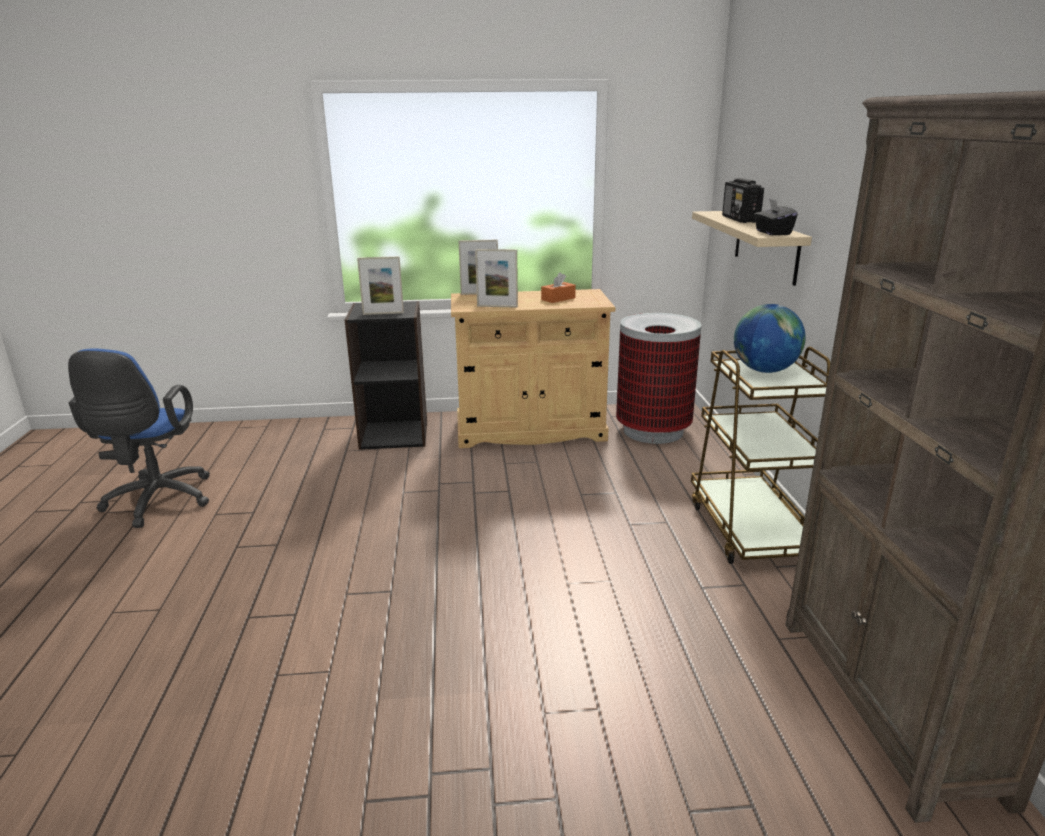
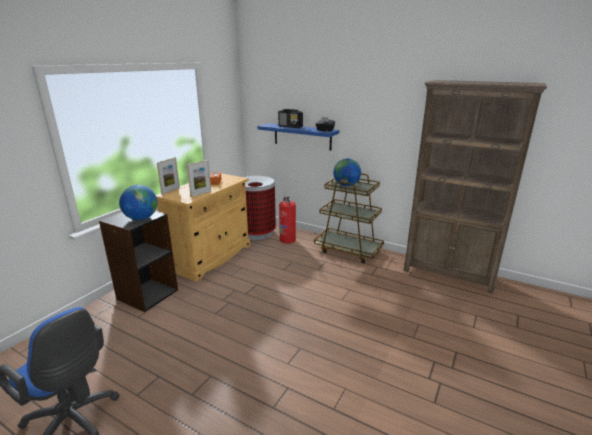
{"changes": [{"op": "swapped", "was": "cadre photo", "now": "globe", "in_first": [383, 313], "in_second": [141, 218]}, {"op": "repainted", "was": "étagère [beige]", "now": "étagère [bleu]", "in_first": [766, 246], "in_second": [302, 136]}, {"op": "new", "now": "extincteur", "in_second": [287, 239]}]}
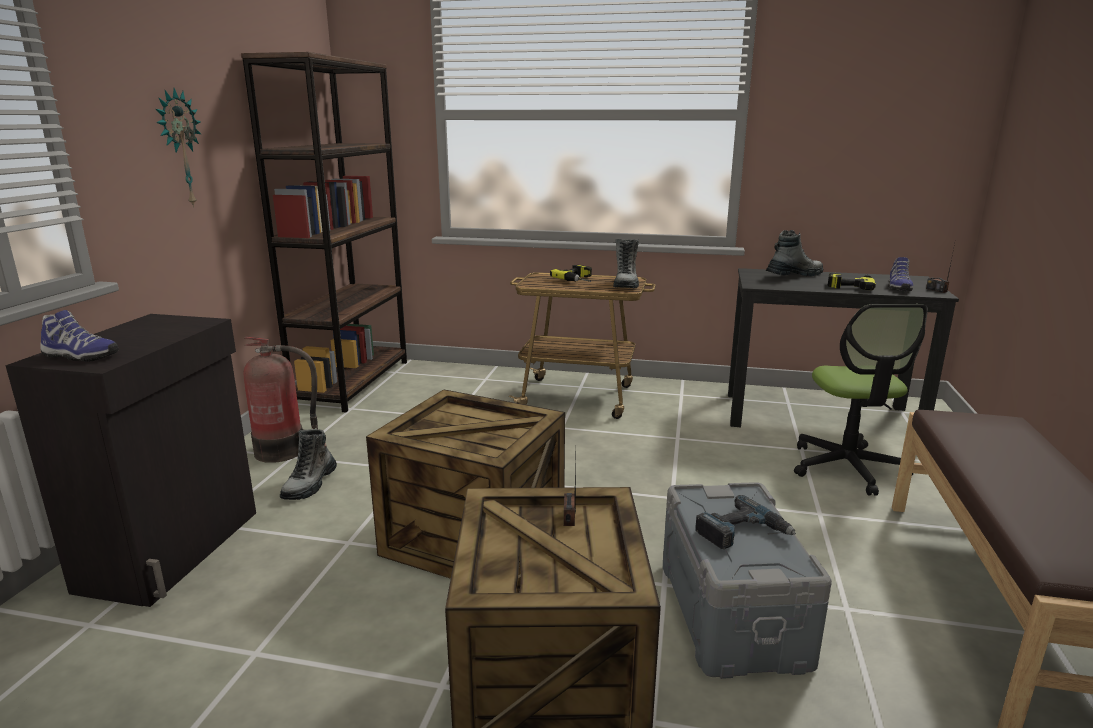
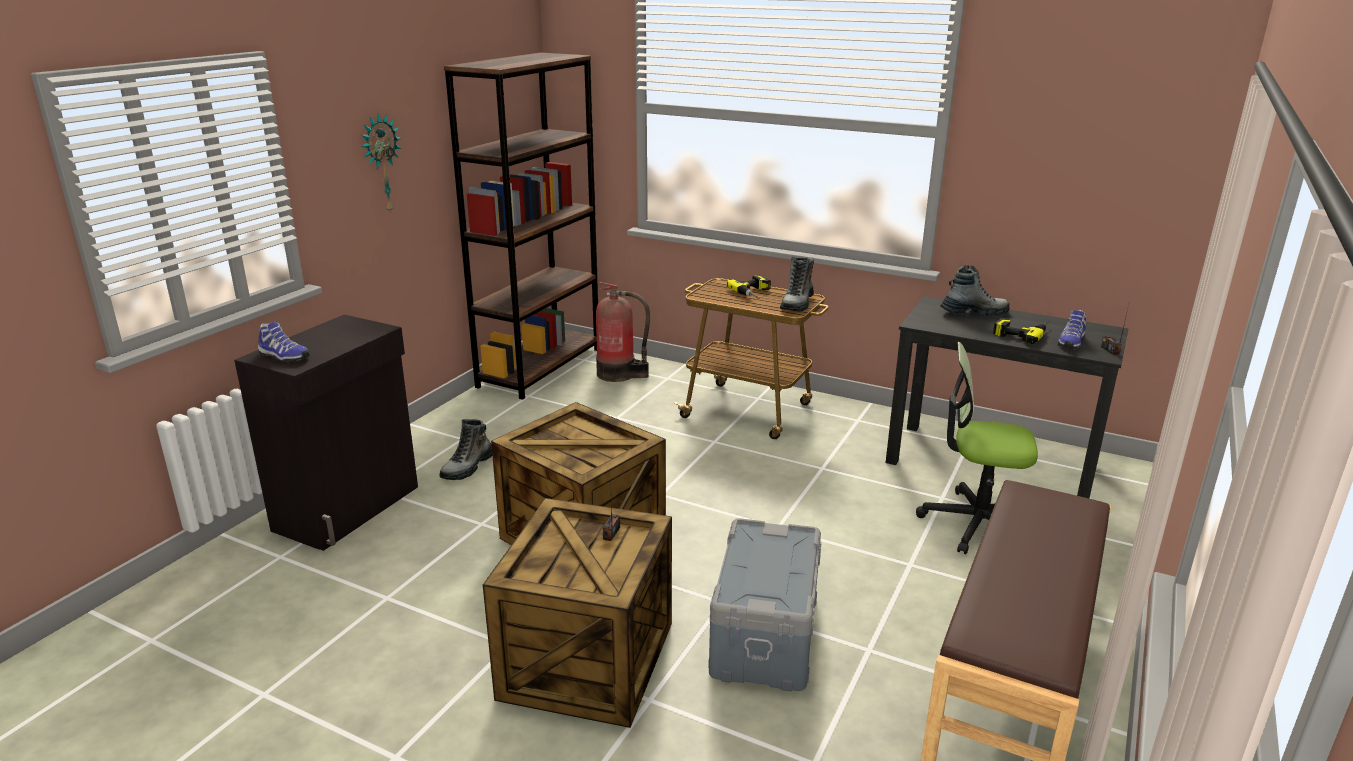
{"changes": [{"op": "shifted", "was": "extincteur", "in_first": [284, 451], "in_second": [619, 374]}, {"op": "rotated", "was": "chaise de bureau", "in_first": [847, 467], "in_second": [976, 523], "clockwise": 90}, {"op": "gone", "was": "perceuse", "in_first": [742, 532]}]}
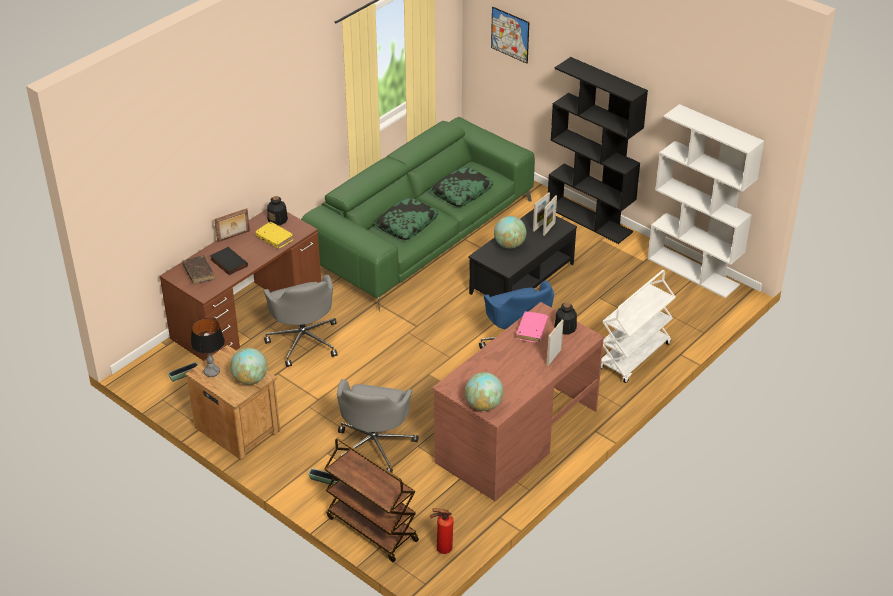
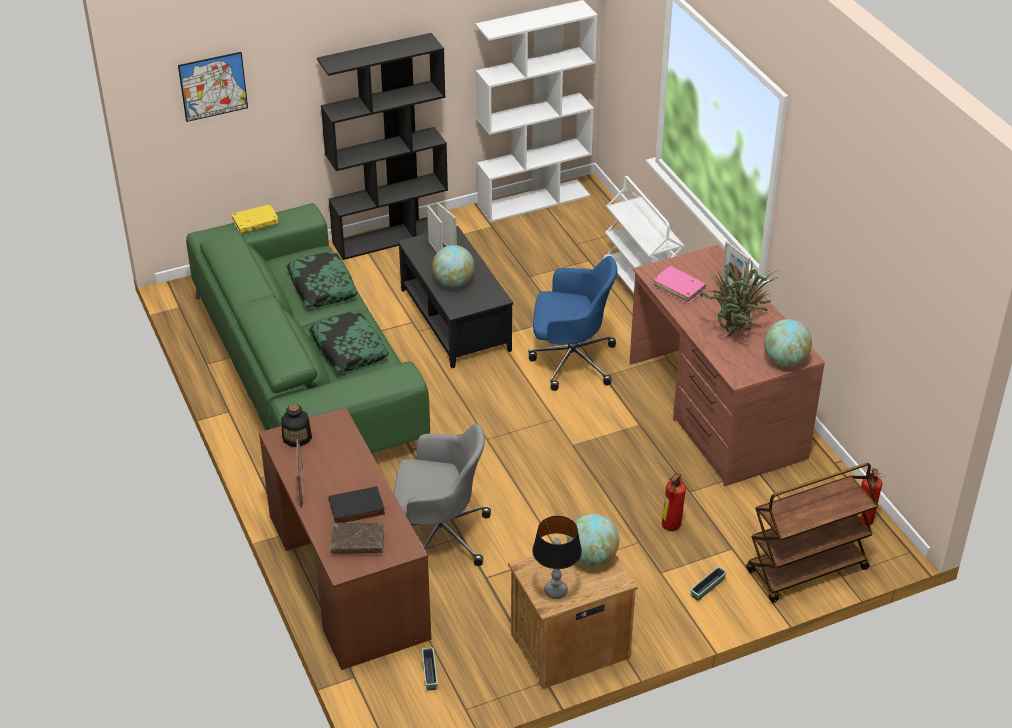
{"changes": [{"op": "shifted", "was": "livre [jaune]", "in_first": [274, 238], "in_second": [255, 223]}, {"op": "swapped", "was": "chaise de bureau [gris]", "now": "extincteur", "in_first": [374, 445], "in_second": [670, 527]}, {"op": "new", "now": "plante en pot", "in_second": [736, 332]}, {"op": "gone", "was": "bouteille", "in_first": [565, 328]}]}
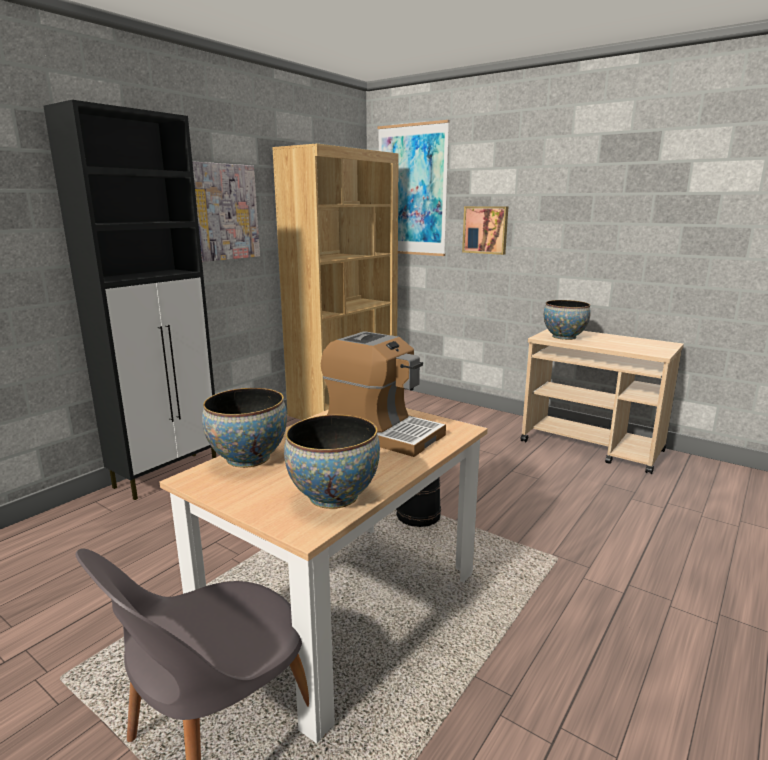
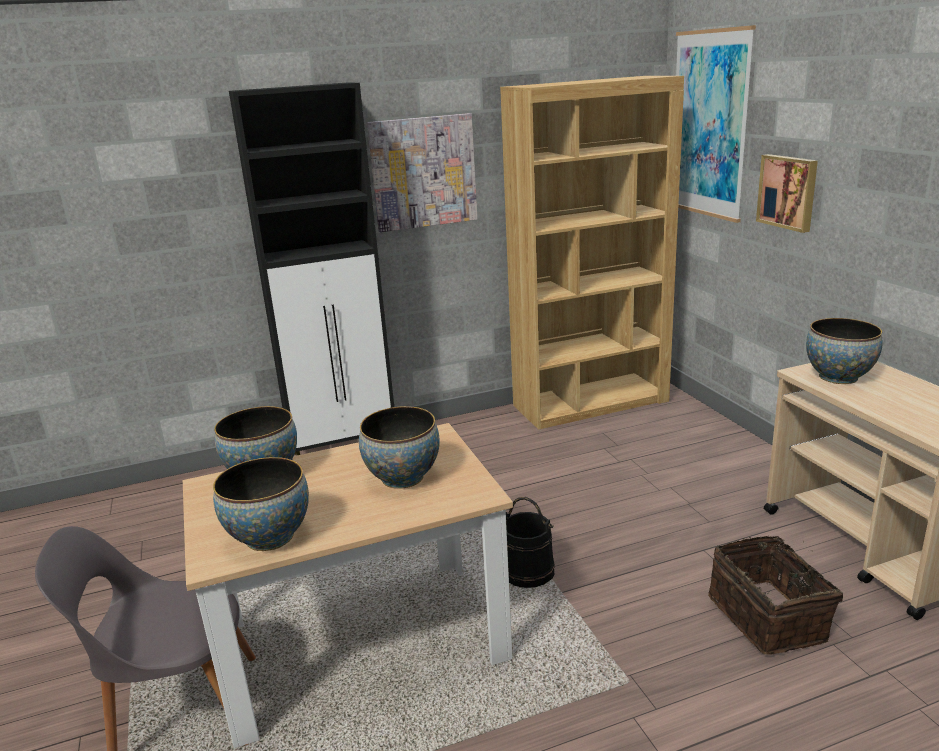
{"changes": [{"op": "swapped", "was": "machine à café", "now": "bol", "in_first": [382, 432], "in_second": [403, 477]}, {"op": "new", "now": "panier", "in_second": [769, 617]}]}
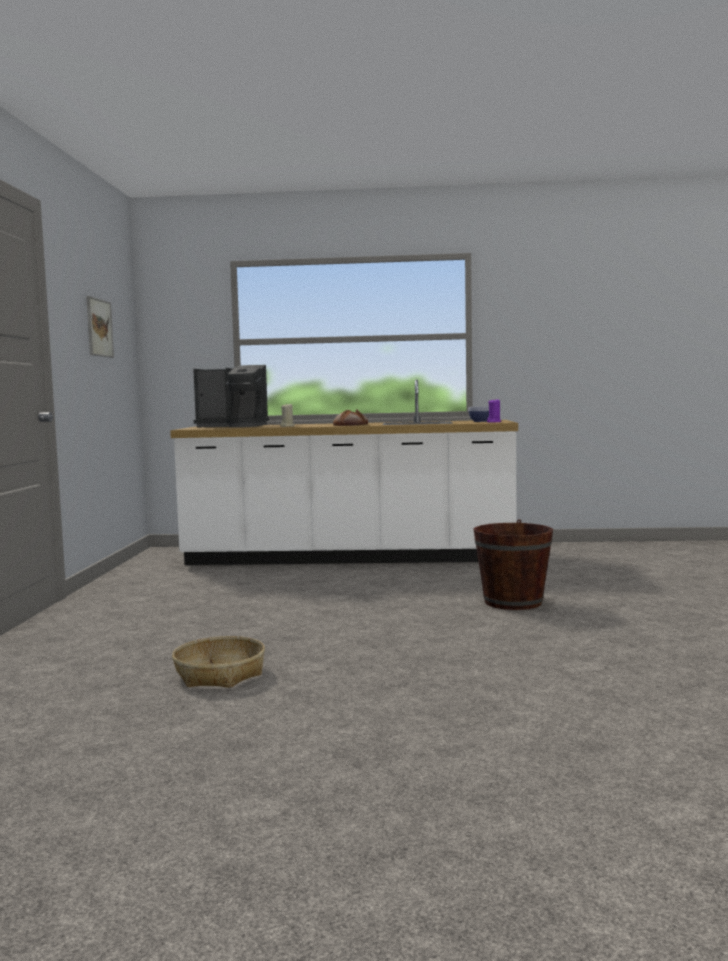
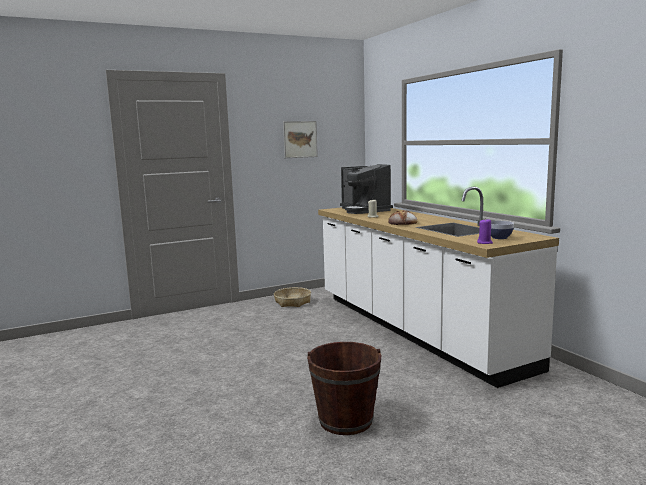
{"changes": [{"op": "shifted", "was": "panier", "in_first": [219, 674], "in_second": [292, 302]}]}
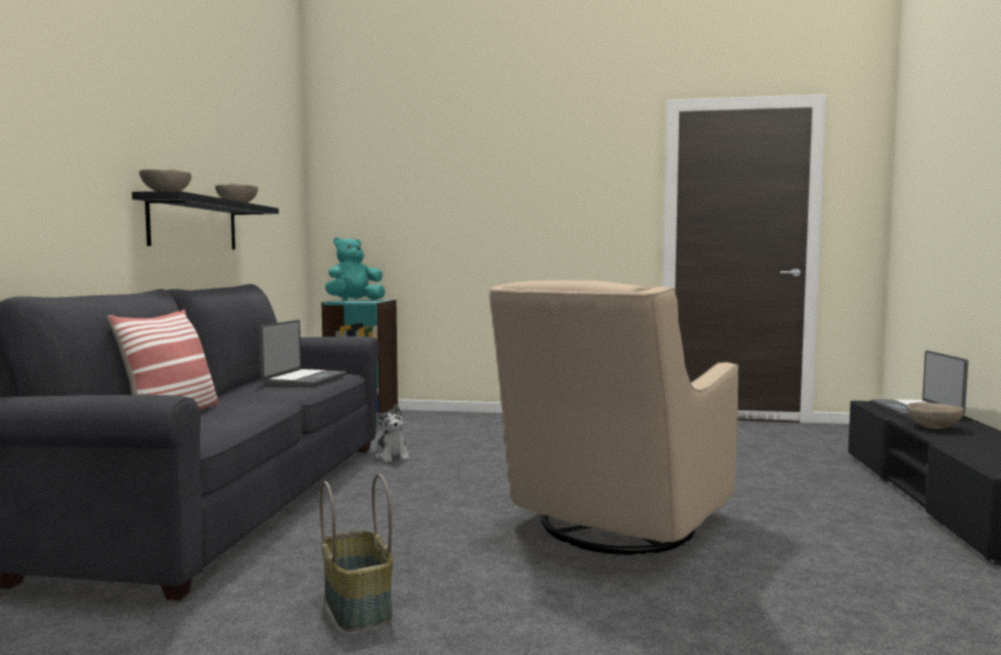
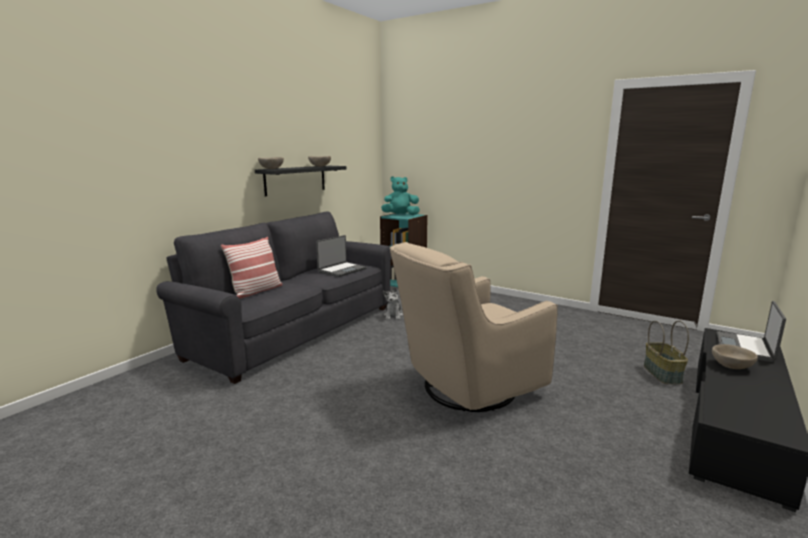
{"changes": [{"op": "shifted", "was": "panier", "in_first": [359, 606], "in_second": [663, 374]}]}
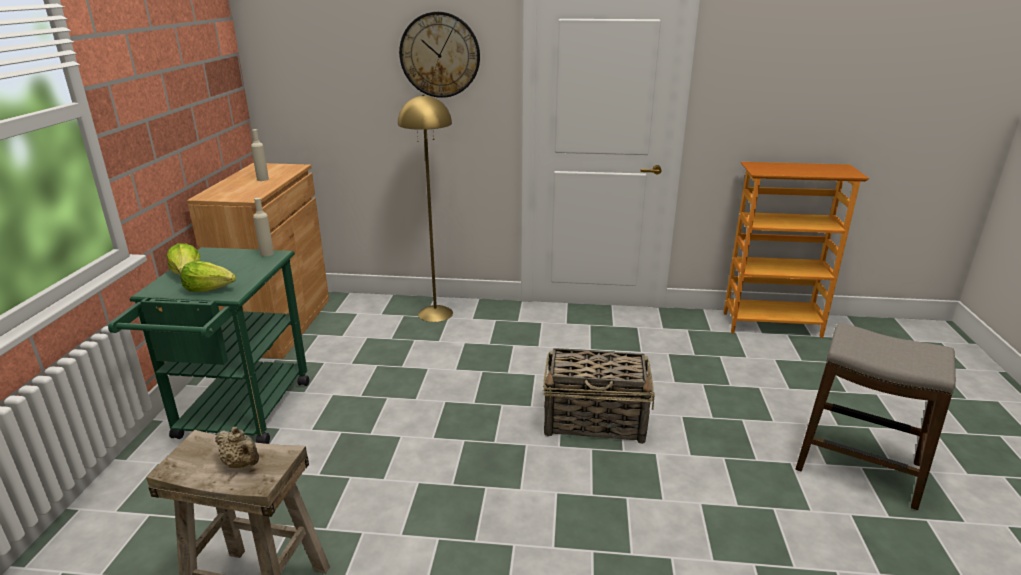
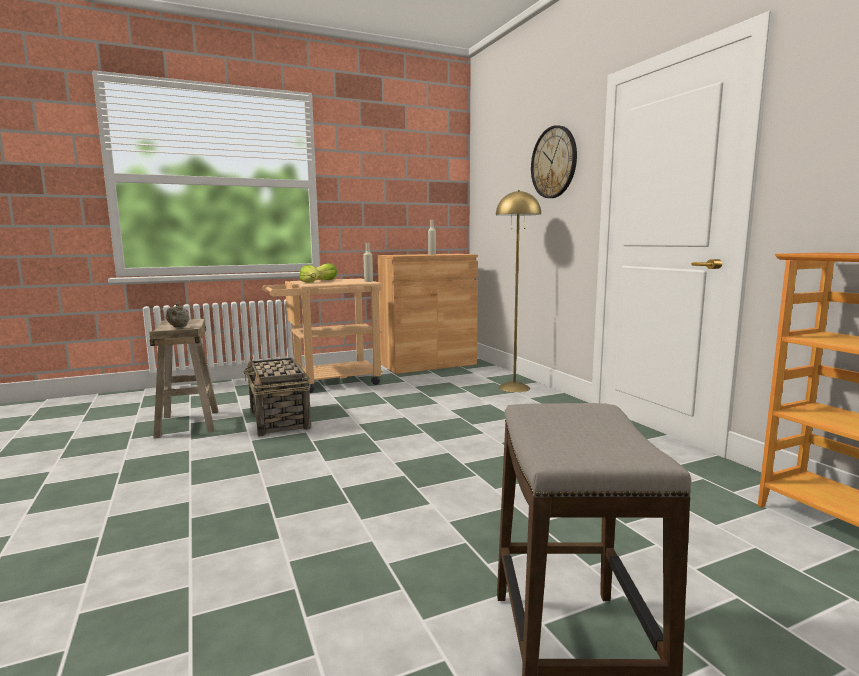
{"changes": [{"op": "shifted", "was": "panier", "in_first": [595, 421], "in_second": [279, 420]}, {"op": "repainted", "was": "chariot [vert]", "now": "chariot [beige]", "in_first": [239, 417], "in_second": [328, 382]}]}
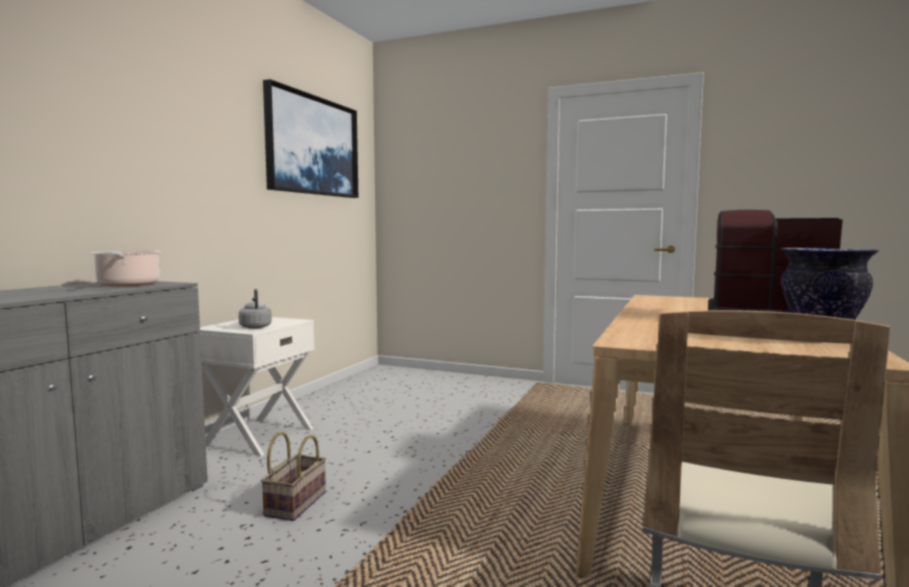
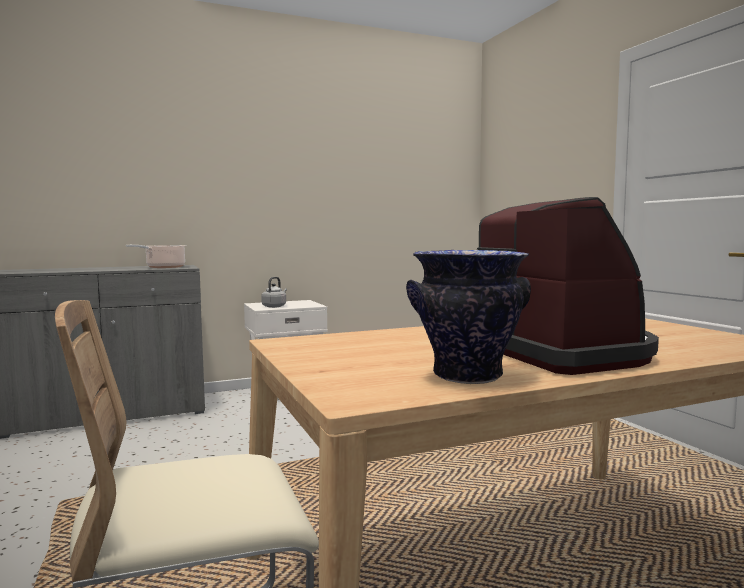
{"changes": [{"op": "gone", "was": "panier", "in_first": [295, 503]}, {"op": "gone", "was": "tableau", "in_first": [312, 146]}]}
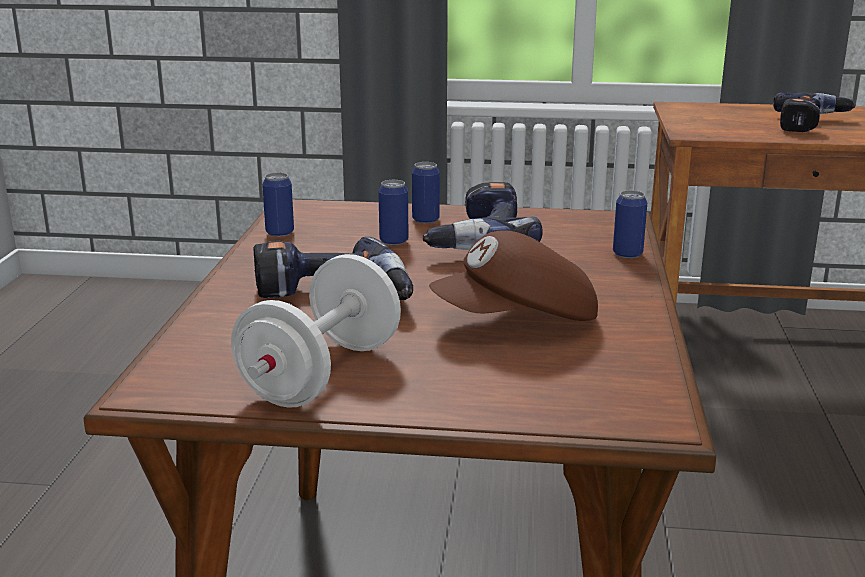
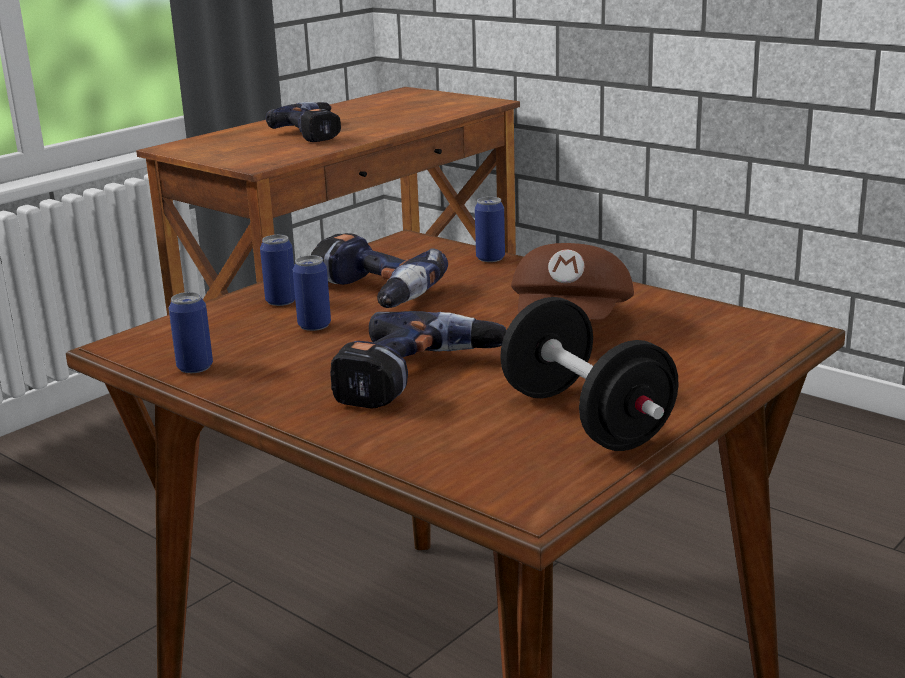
{"changes": [{"op": "repainted", "was": "haltère [blanc]", "now": "haltère [noir]", "in_first": [321, 374], "in_second": [585, 419]}]}
